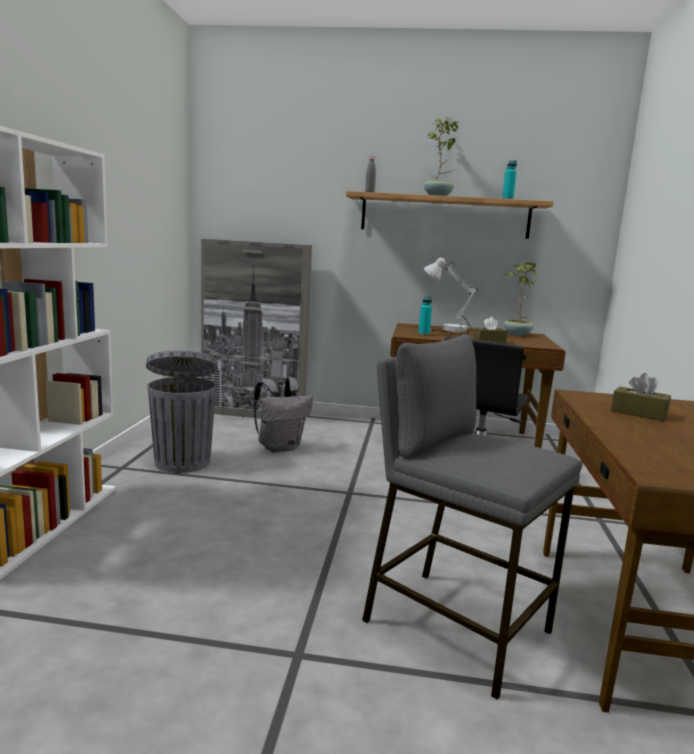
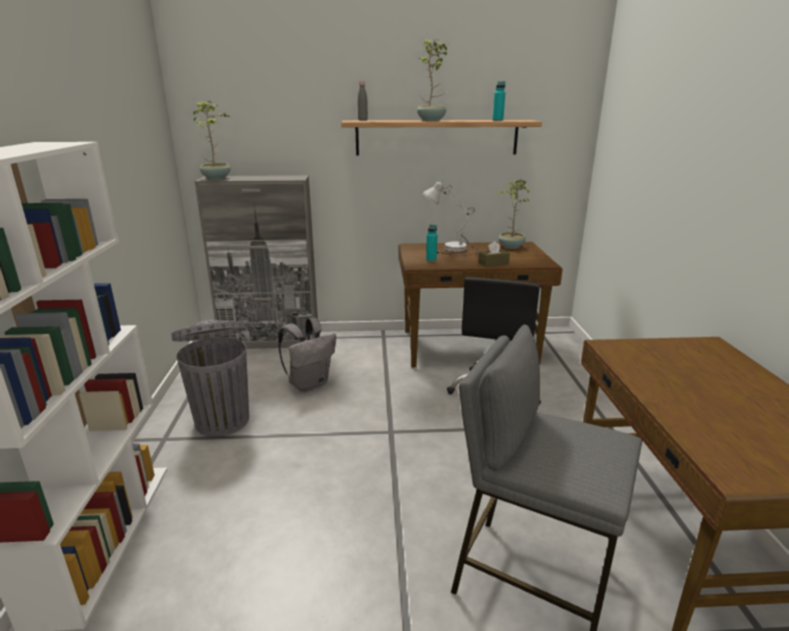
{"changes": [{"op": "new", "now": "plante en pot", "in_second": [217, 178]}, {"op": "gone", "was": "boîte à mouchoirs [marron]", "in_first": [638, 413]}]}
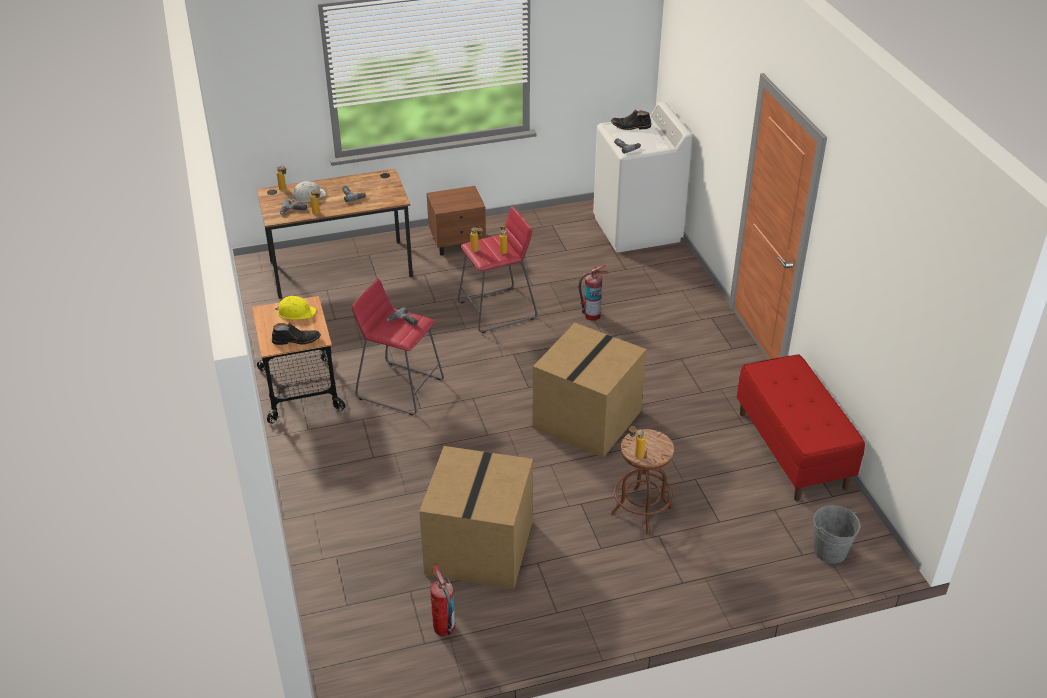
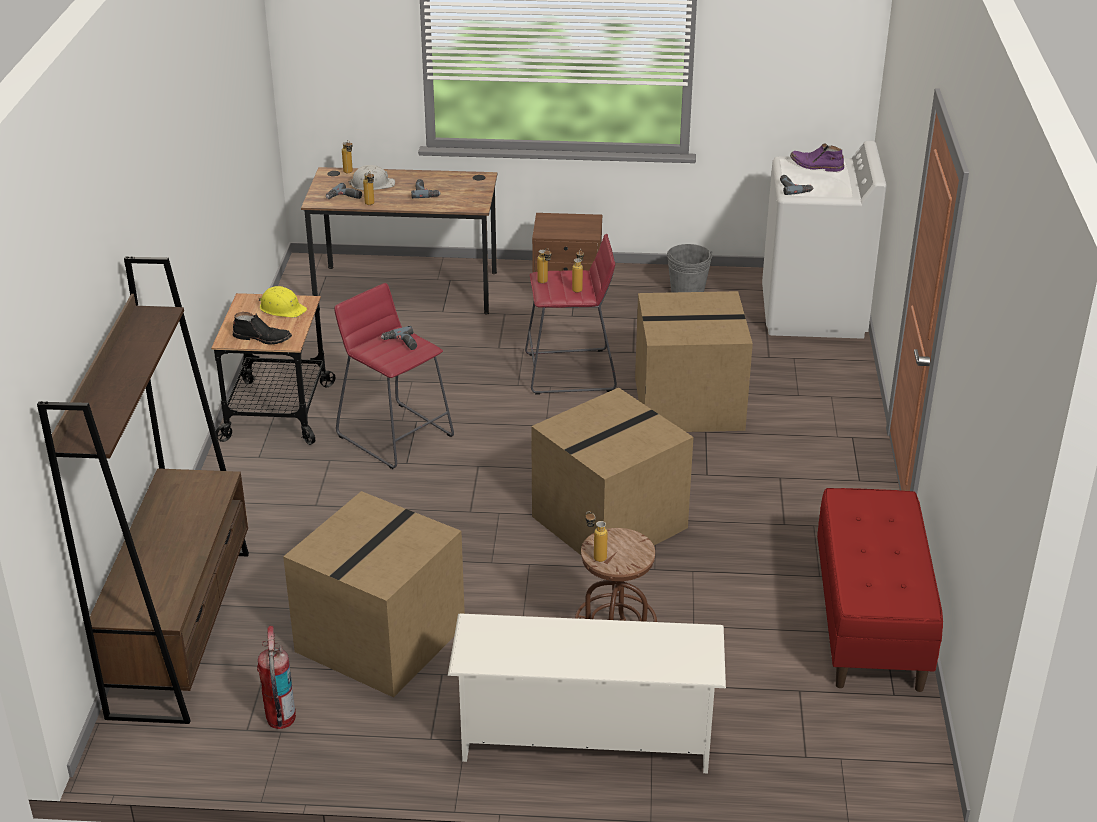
{"changes": [{"op": "new", "now": "bibliothèque [marron]", "in_second": [181, 631]}, {"op": "new", "now": "étagère à chaussures [blanc]", "in_second": [586, 736]}, {"op": "swapped", "was": "extincteur", "now": "carton", "in_first": [592, 315], "in_second": [690, 402]}, {"op": "shifted", "was": "seau [gris]", "in_first": [830, 550], "in_second": [687, 291]}, {"op": "repainted", "was": "botte [noir]", "now": "botte [violet]", "in_first": [630, 126], "in_second": [816, 166]}]}
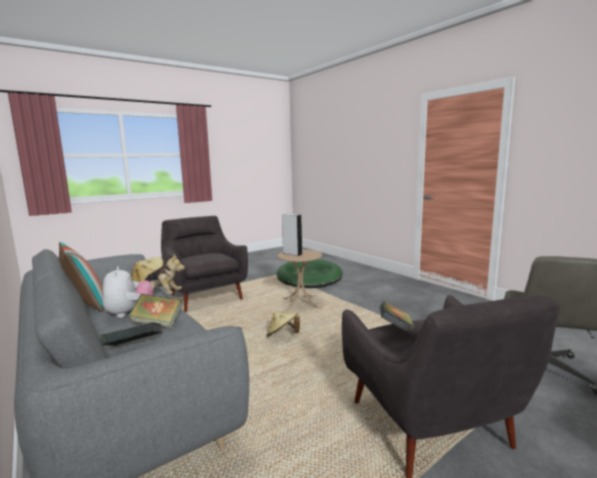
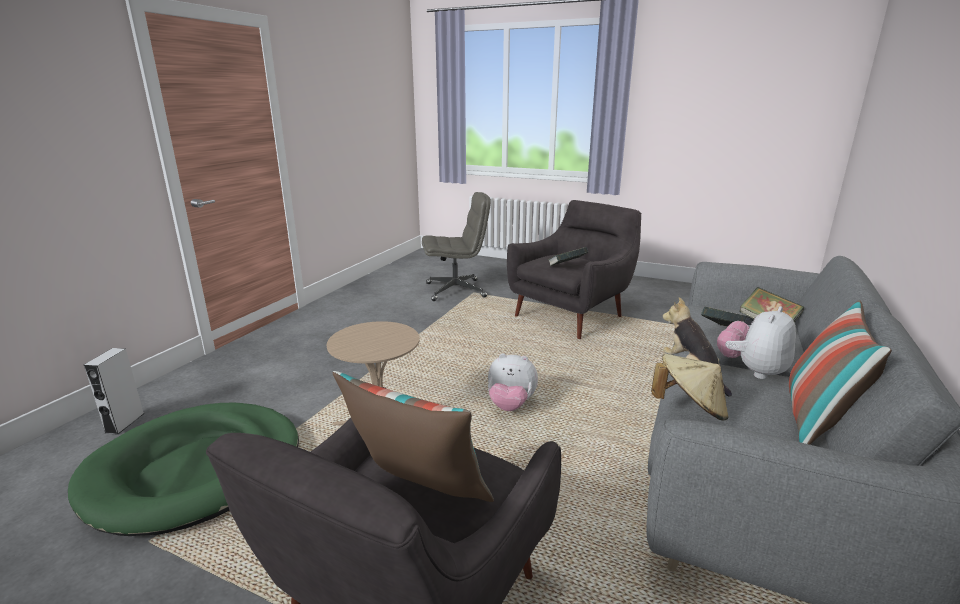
{"changes": [{"op": "shifted", "was": "enceinte [gris]", "in_first": [292, 254], "in_second": [125, 423]}, {"op": "new", "now": "coussin", "in_second": [419, 494]}, {"op": "swapped", "was": "chapeau [beige]", "now": "peluche", "in_first": [282, 335], "in_second": [510, 405]}]}
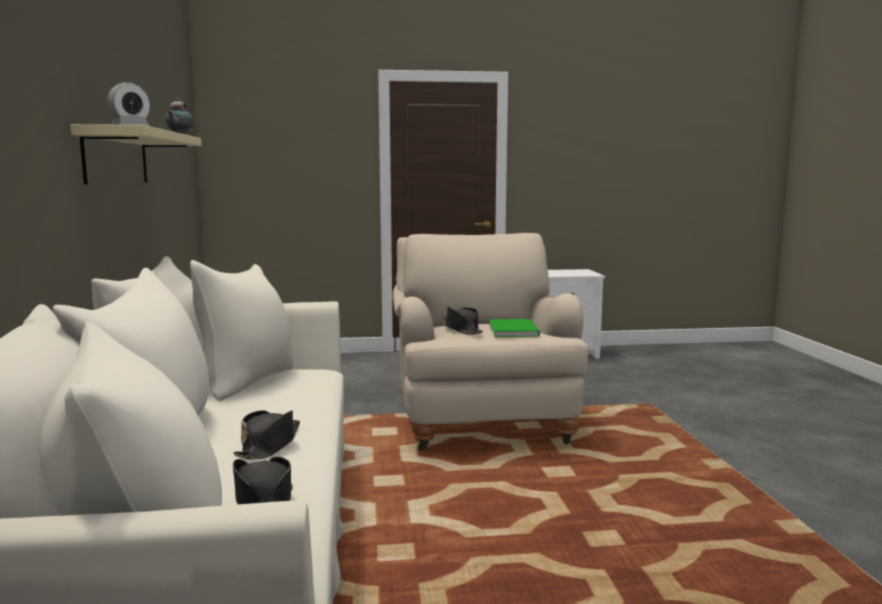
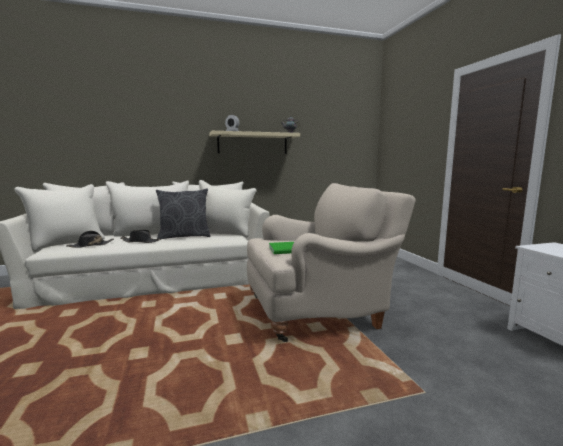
{"changes": [{"op": "new", "now": "coussin [gris]", "in_second": [184, 236]}, {"op": "gone", "was": "chapeau [noir]", "in_first": [462, 329]}]}
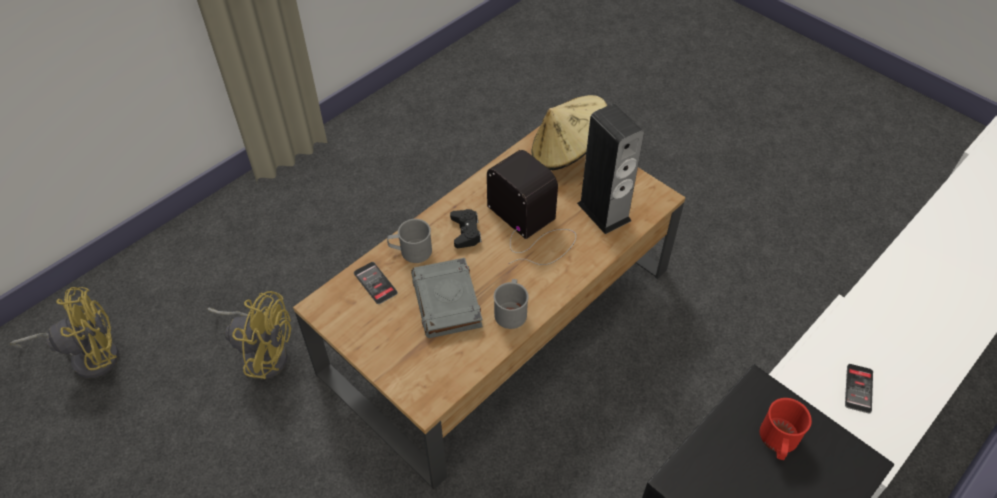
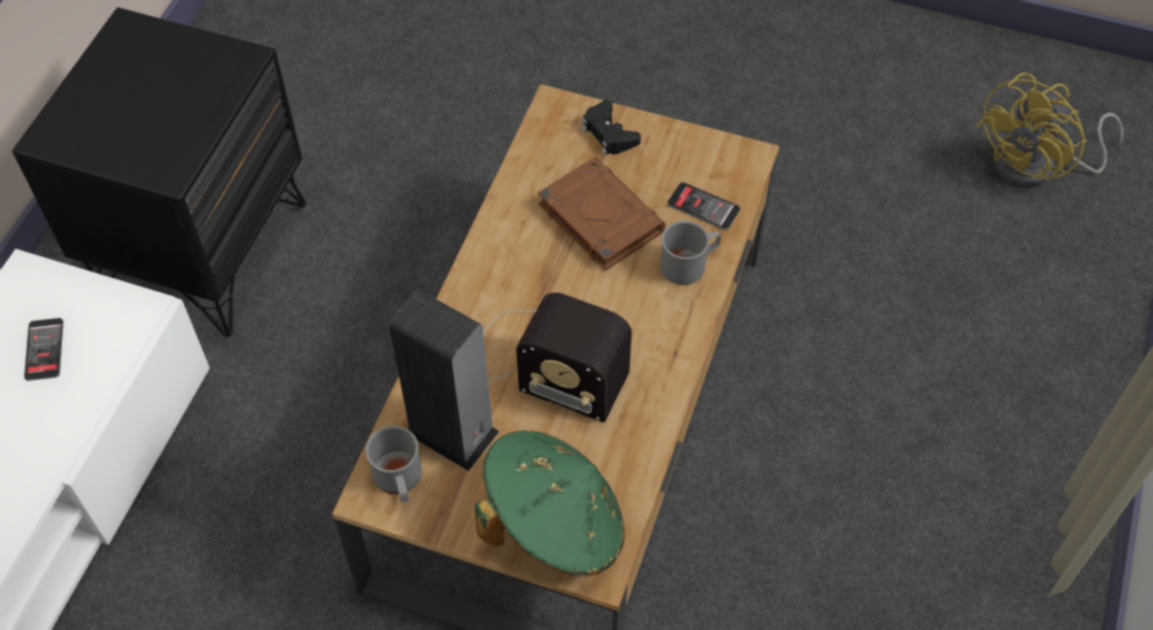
{"changes": [{"op": "shifted", "was": "mug [gris]", "in_first": [511, 310], "in_second": [399, 480]}, {"op": "repainted", "was": "chapeau [beige]", "now": "chapeau [vert]", "in_first": [568, 153], "in_second": [554, 524]}, {"op": "repainted", "was": "livre [gris]", "now": "livre [marron]", "in_first": [447, 302], "in_second": [599, 218]}, {"op": "shifted", "was": "manette [noir]", "in_first": [466, 232], "in_second": [609, 134]}, {"op": "gone", "was": "ventilateur [jaune]", "in_first": [262, 353]}, {"op": "gone", "was": "mug [rouge]", "in_first": [778, 441]}]}
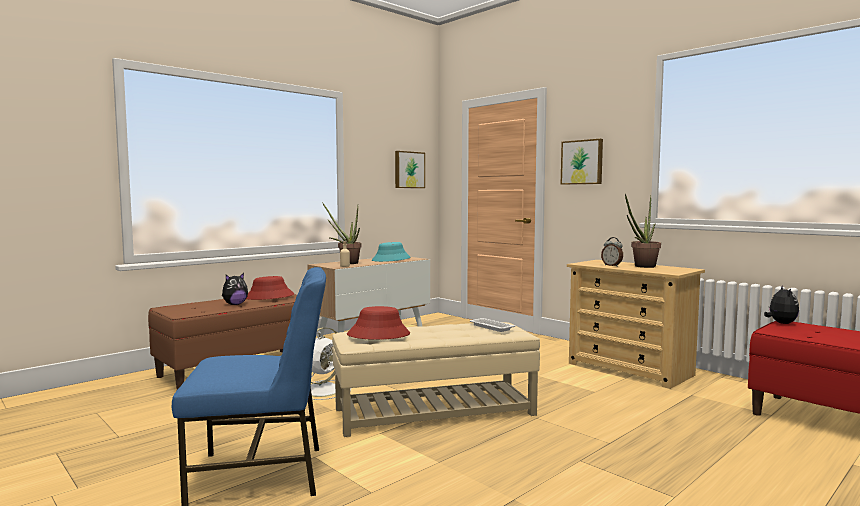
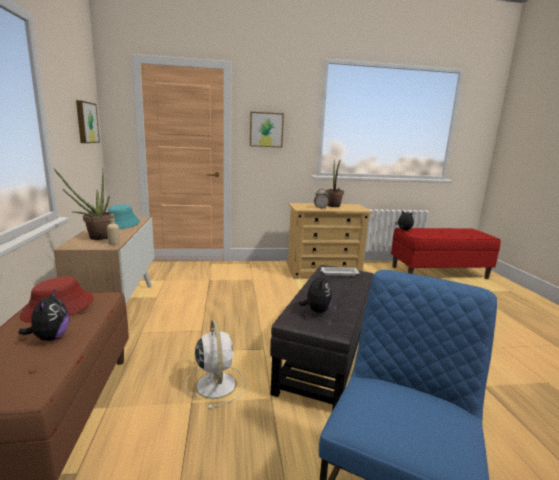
{"changes": [{"op": "repainted", "was": "pouf [beige]", "now": "pouf [noir]", "in_first": [434, 411], "in_second": [325, 353]}, {"op": "swapped", "was": "chapeau [rouge]", "now": "peluche", "in_first": [378, 334], "in_second": [316, 311]}]}
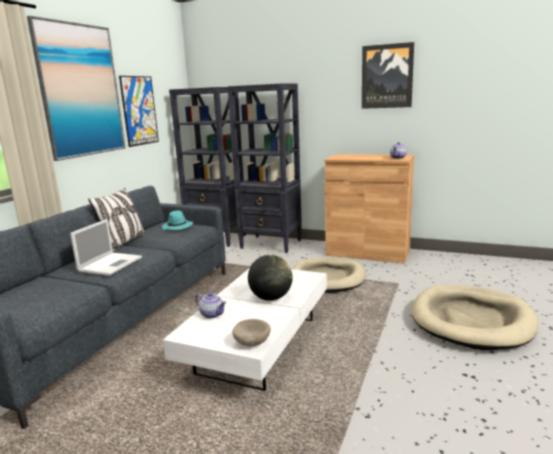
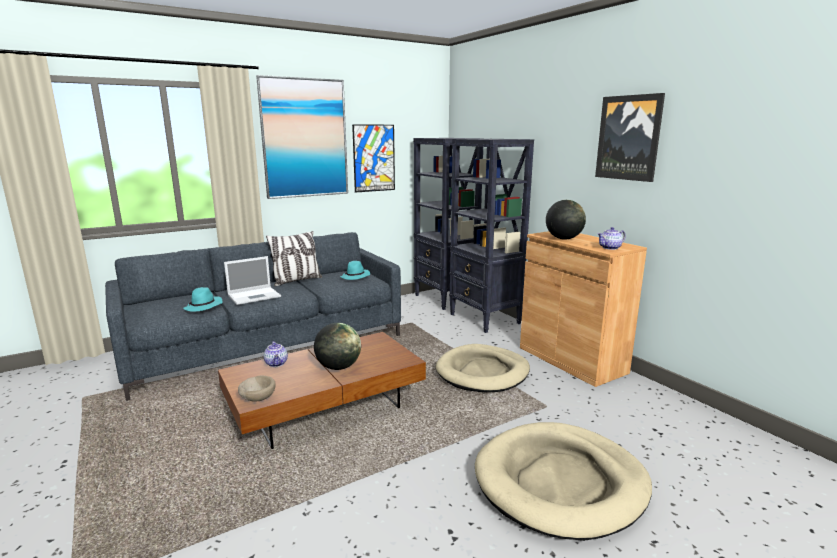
{"changes": [{"op": "new", "now": "chapeau [turquoise]", "in_second": [203, 307]}, {"op": "repainted", "was": "table basse [blanc]", "now": "table basse [marron]", "in_first": [258, 345], "in_second": [326, 410]}, {"op": "new", "now": "globe", "in_second": [563, 239]}]}
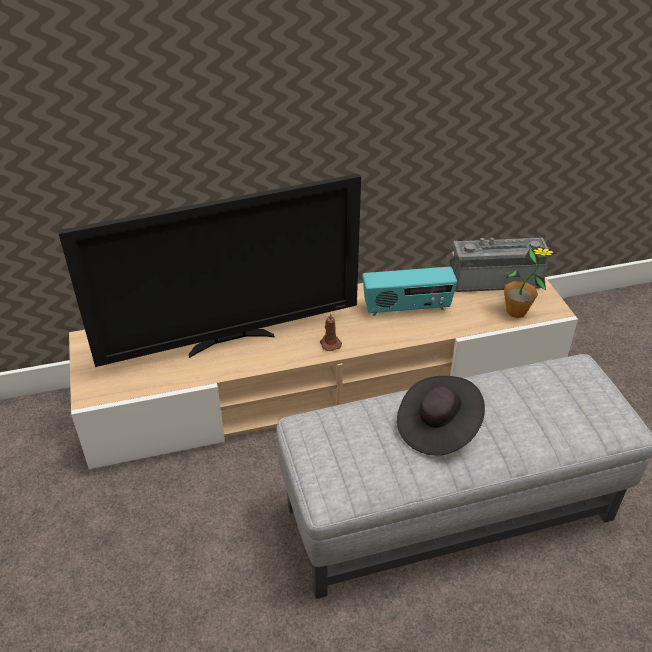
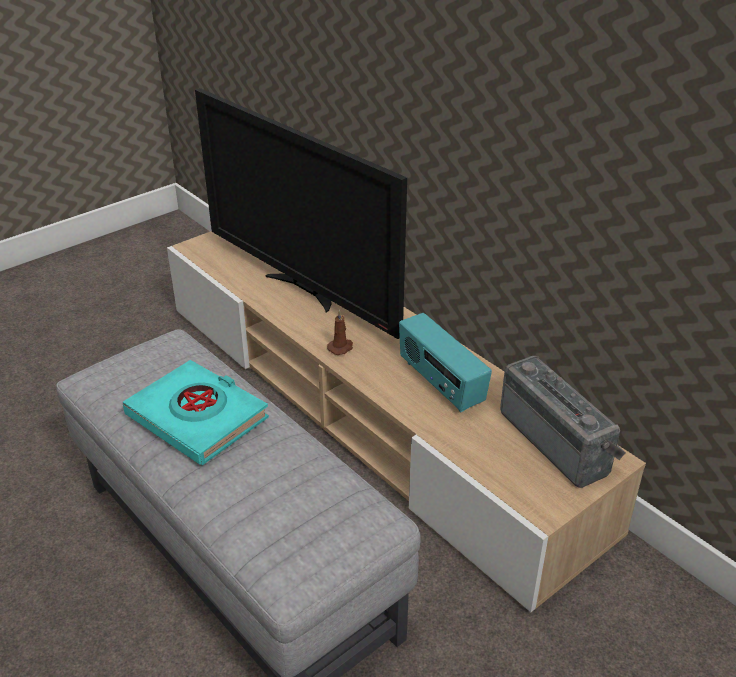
{"changes": [{"op": "swapped", "was": "chapeau [noir]", "now": "livre [turquoise]", "in_first": [437, 428], "in_second": [198, 417]}, {"op": "gone", "was": "plante en pot", "in_first": [516, 311]}]}
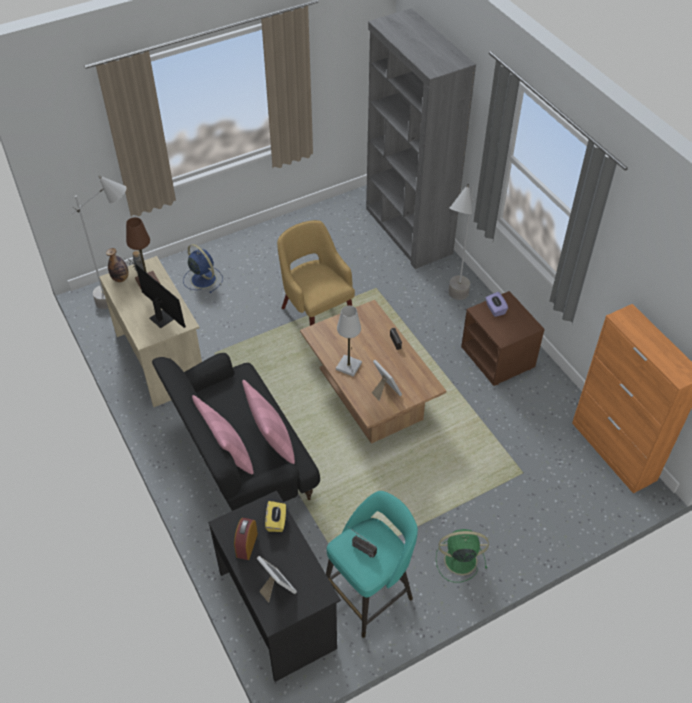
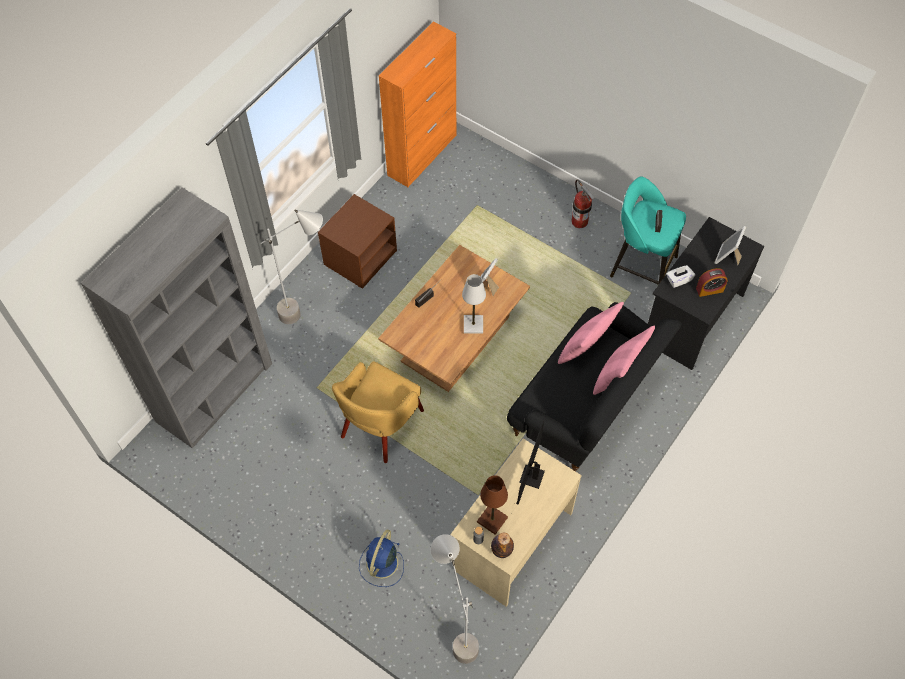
{"changes": [{"op": "swapped", "was": "ventilateur [vert]", "now": "extincteur", "in_first": [458, 560], "in_second": [579, 221]}, {"op": "repainted", "was": "boîte à mouchoirs [jaune]", "now": "boîte à mouchoirs [blanc]", "in_first": [276, 522], "in_second": [678, 280]}, {"op": "gone", "was": "boîte à mouchoirs [violet]", "in_first": [495, 309]}]}
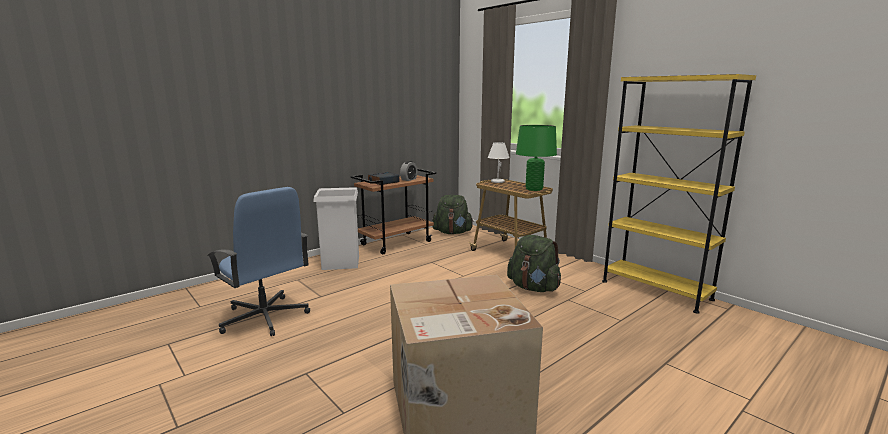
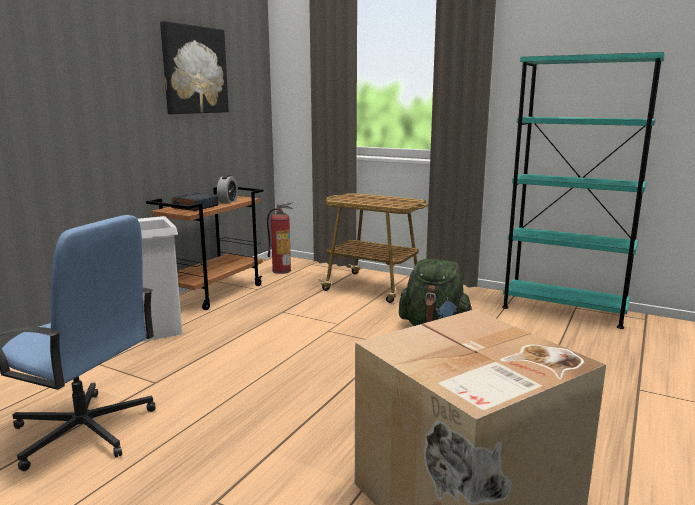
{"changes": [{"op": "new", "now": "tableau", "in_second": [194, 70]}, {"op": "swapped", "was": "sac à dos [vert]", "now": "extincteur", "in_first": [452, 232], "in_second": [281, 270]}, {"op": "repainted", "was": "bibliothèque [jaune]", "now": "bibliothèque [turquoise]", "in_first": [655, 290], "in_second": [563, 309]}, {"op": "gone", "was": "lampe de table [blanc]", "in_first": [497, 181]}, {"op": "gone", "was": "lampe de table [vert]", "in_first": [534, 189]}]}
